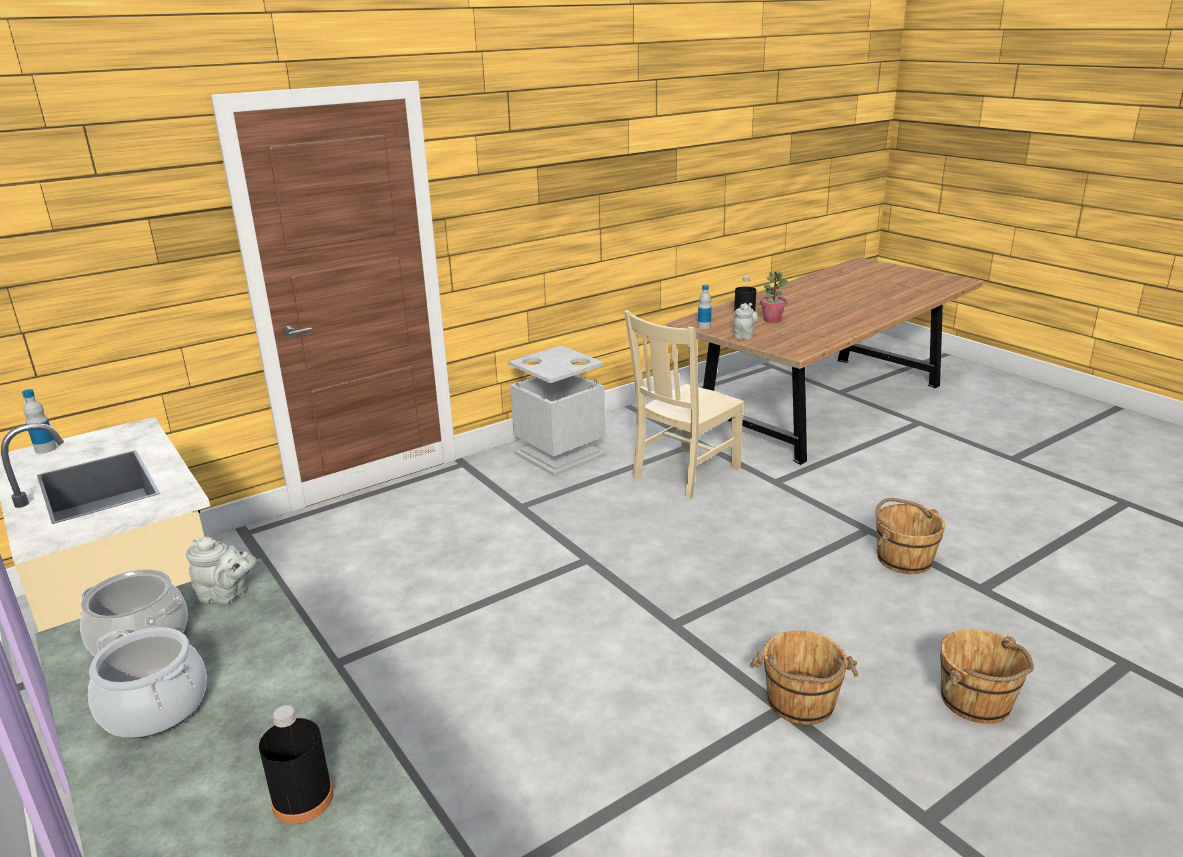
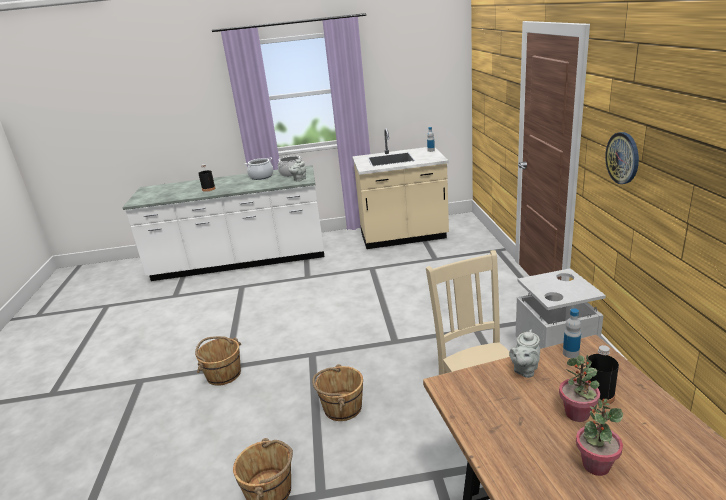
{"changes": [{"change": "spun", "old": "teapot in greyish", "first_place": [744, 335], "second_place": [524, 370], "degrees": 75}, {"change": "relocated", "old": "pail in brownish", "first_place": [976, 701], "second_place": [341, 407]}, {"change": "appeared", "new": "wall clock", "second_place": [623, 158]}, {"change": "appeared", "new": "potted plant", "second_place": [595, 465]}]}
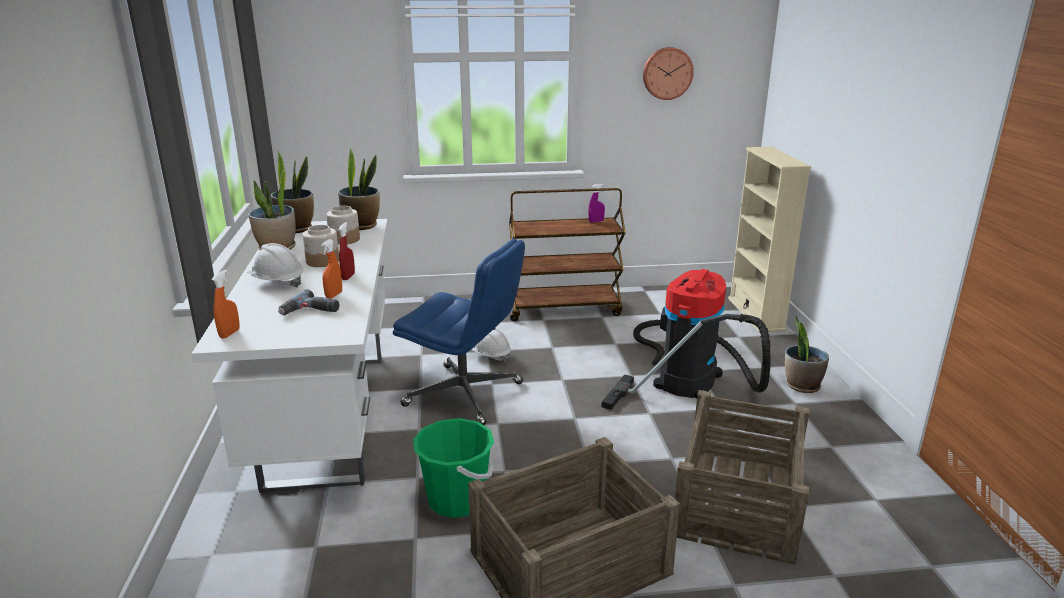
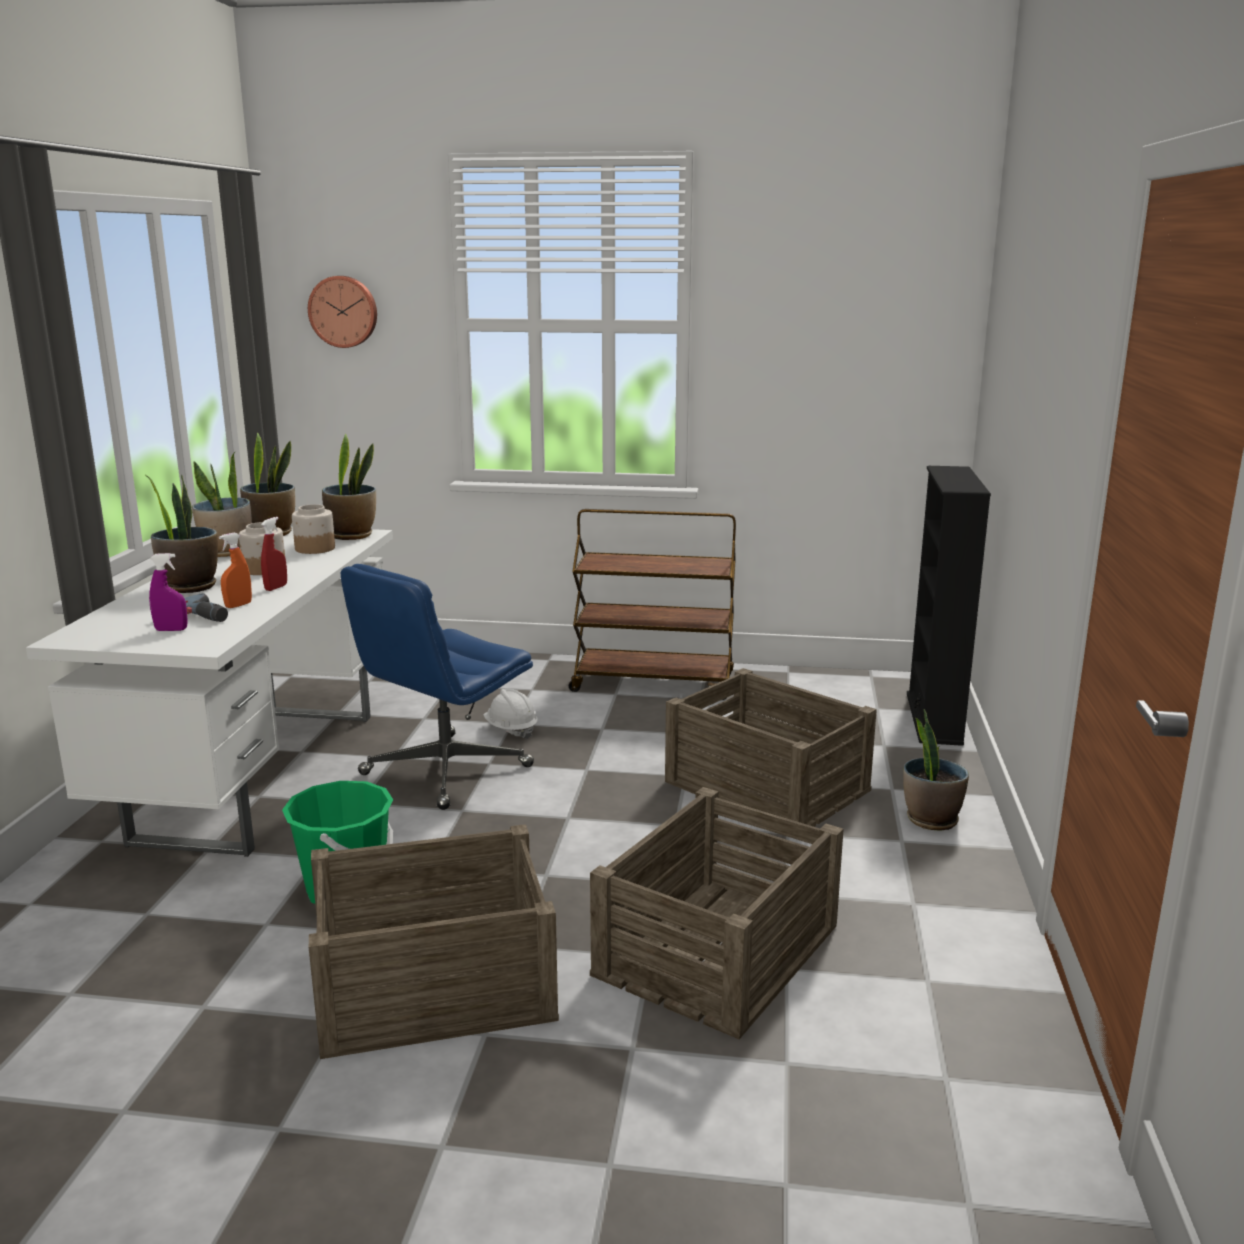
{"changes": [{"change": "relocated", "old": "wall clock", "first_place": [667, 73], "second_place": [344, 311]}, {"change": "colour", "old": "bookcase in beige-coloured", "new": "bookcase in blackish", "first_place": [755, 314], "second_place": [934, 718]}, {"change": "relocated", "old": "sprayer in purple-coloured", "first_place": [596, 221], "second_place": [171, 630]}, {"change": "spun", "old": "computer chair in bluish", "first_place": [465, 394], "second_place": [445, 771], "degrees": 90}, {"change": "exchanged", "old": "hard hat in whitish", "new": "potted plant", "first_place": [277, 282], "second_place": [190, 587]}, {"change": "exchanged", "old": "vacuum", "new": "packing crate", "first_place": [688, 376], "second_place": [766, 787]}, {"change": "missing", "old": "sprayer in orange-coloured", "first_place": [229, 333]}]}
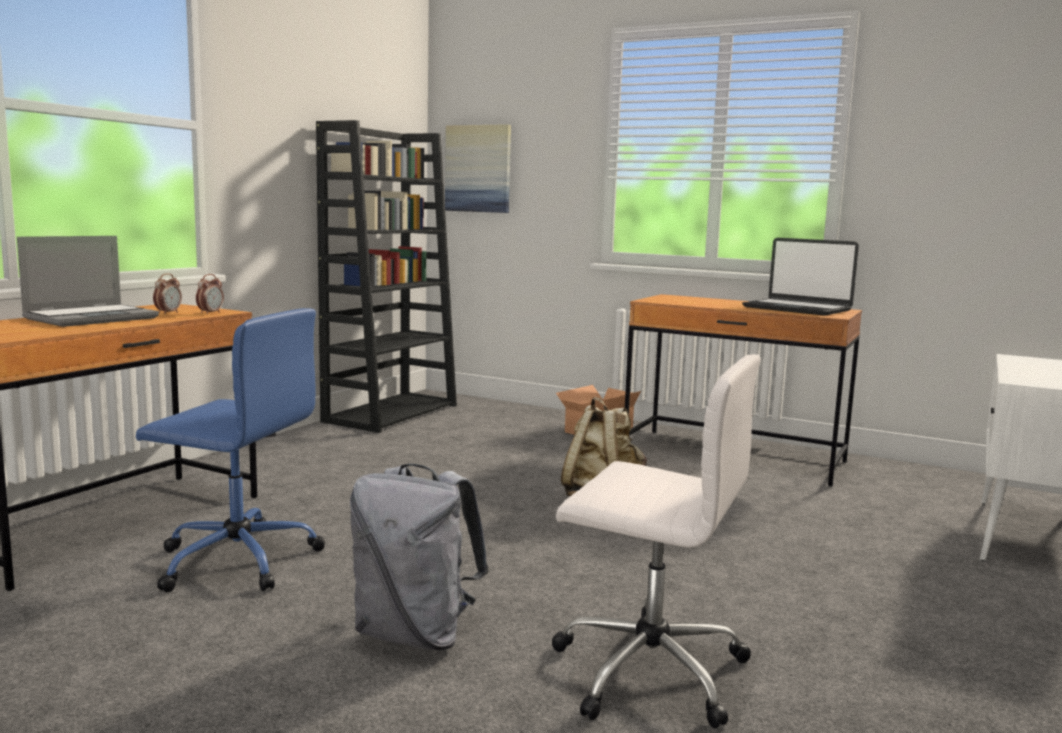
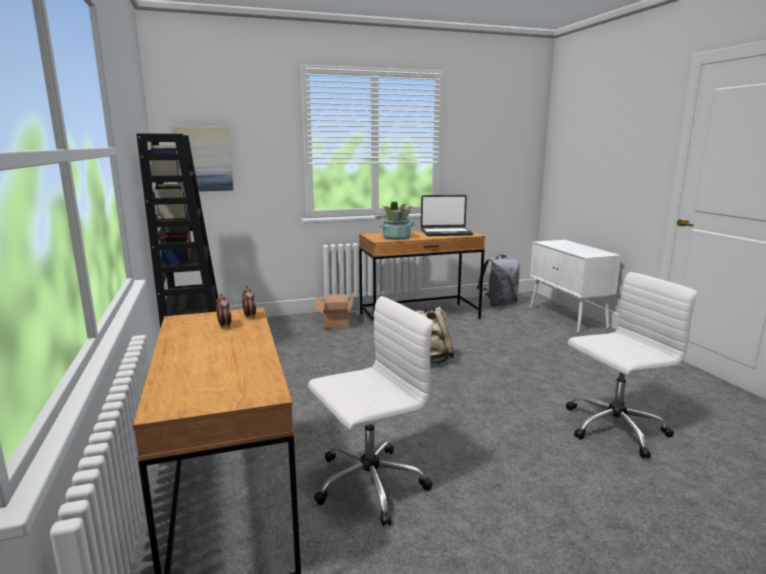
{"changes": [{"change": "missing", "old": "portable computer", "first_place": [92, 318]}, {"change": "colour", "old": "computer chair in bluish", "new": "computer chair in whitish", "first_place": [235, 559], "second_place": [367, 484]}, {"change": "relocated", "old": "rucksack in greyish", "first_place": [415, 634], "second_place": [499, 304]}, {"change": "appeared", "new": "potted plant", "second_place": [396, 237]}]}
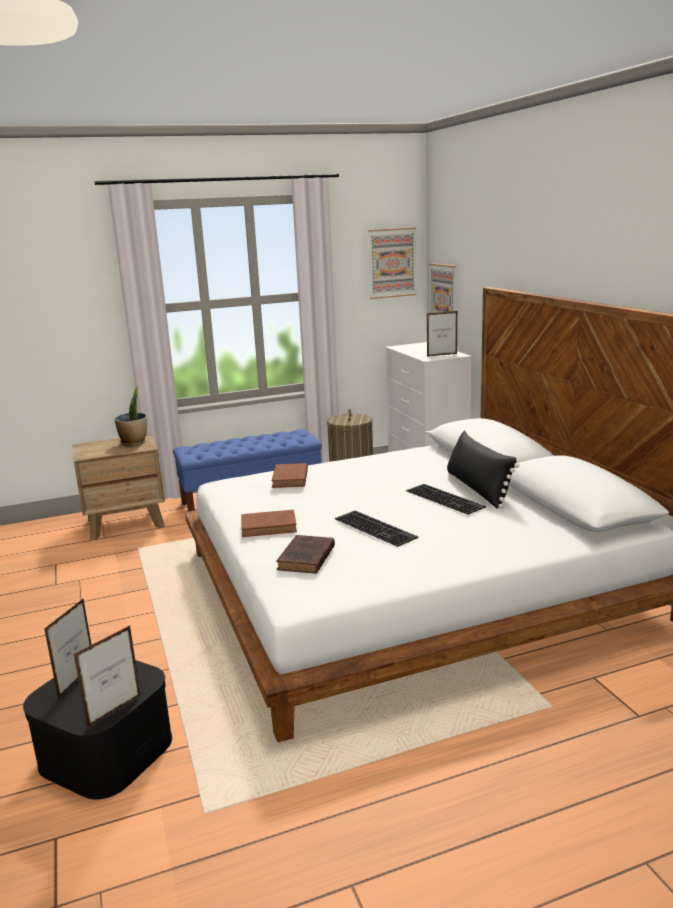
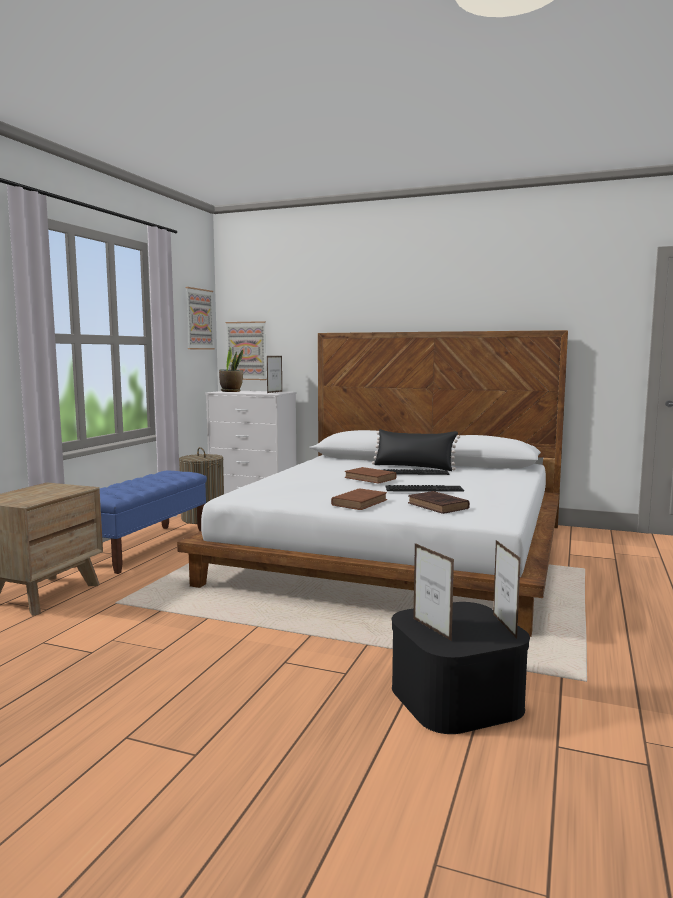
{"changes": [{"change": "relocated", "old": "potted plant", "first_place": [134, 442], "second_place": [231, 391]}, {"change": "relocated", "old": "volume in brownish", "first_place": [290, 479], "second_place": [371, 478]}]}
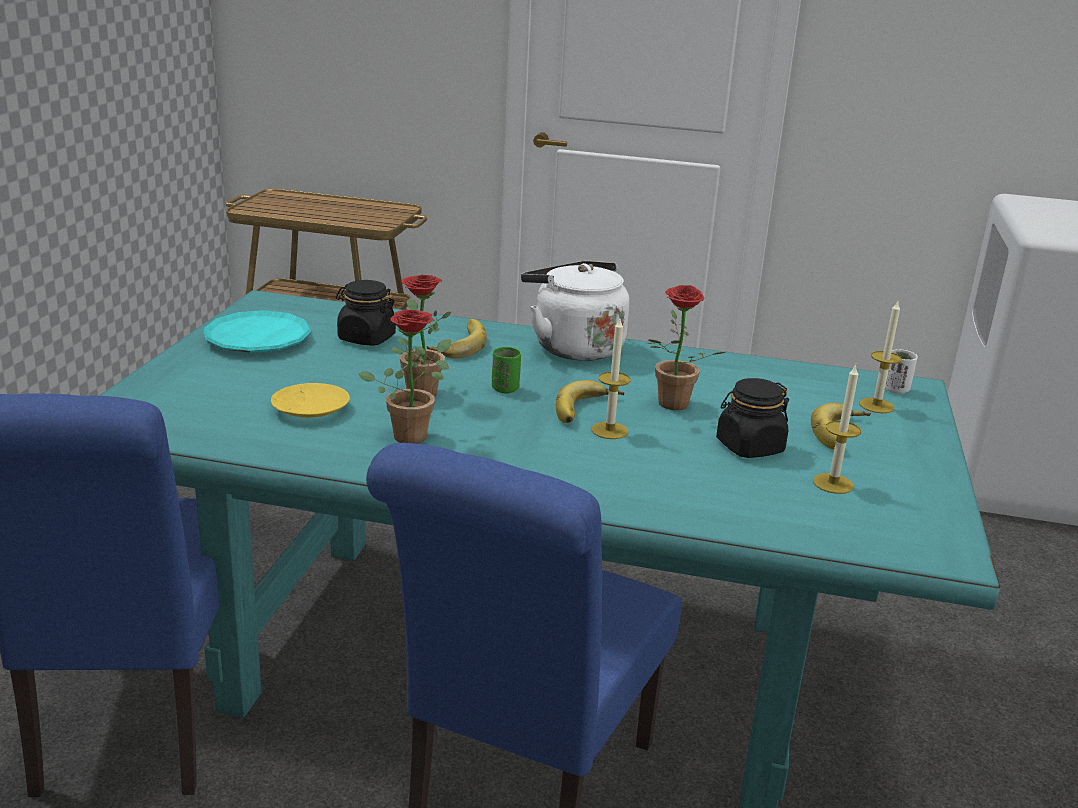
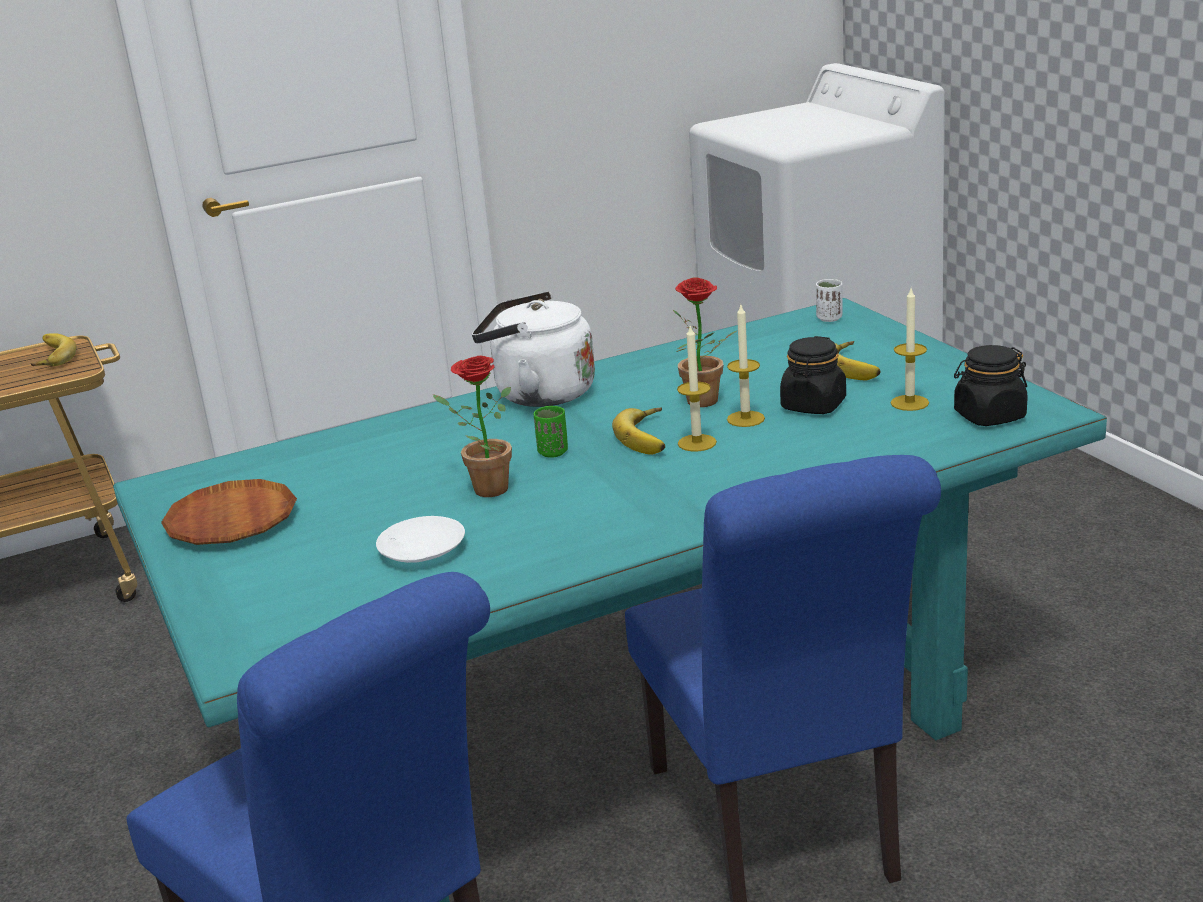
{"changes": [{"change": "relocated", "old": "preserve jar in blackish", "first_place": [366, 338], "second_place": [989, 416]}, {"change": "relocated", "old": "wax light", "first_place": [876, 405], "second_place": [745, 419]}, {"change": "missing", "old": "potted plant", "first_place": [413, 434]}, {"change": "colour", "old": "plate in blue-green", "new": "plate in brownish", "first_place": [258, 339], "second_place": [232, 521]}, {"change": "relocated", "old": "banana fruit", "first_place": [457, 344], "second_place": [49, 356]}, {"change": "colour", "old": "plate in yellow", "new": "plate in whitish", "first_place": [309, 409], "second_place": [421, 550]}]}
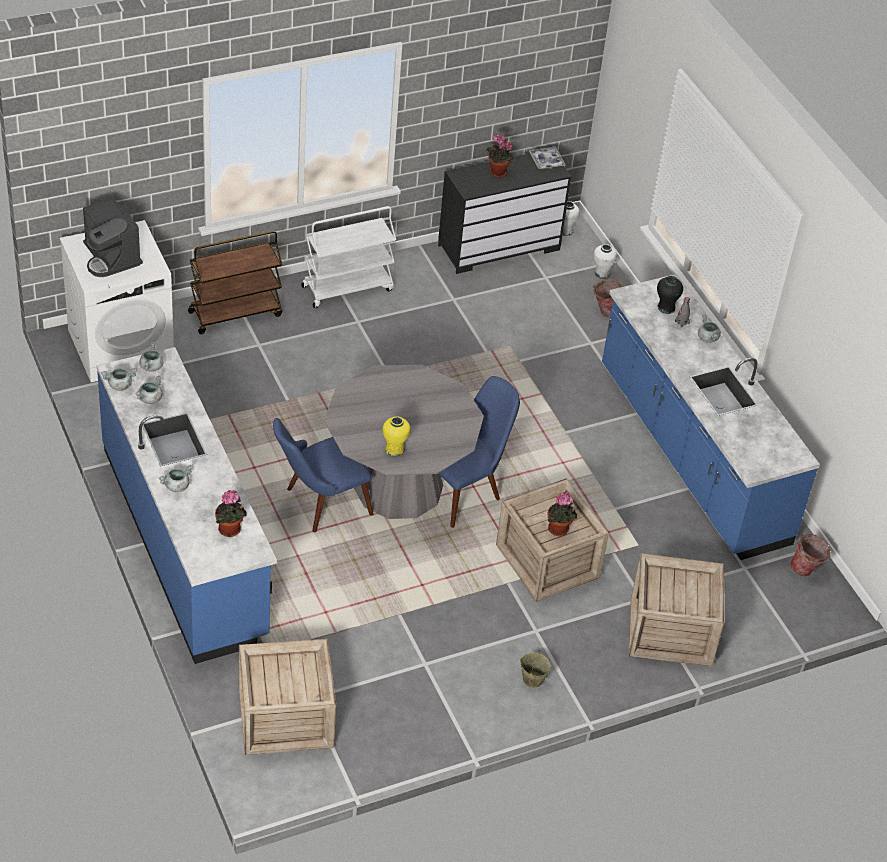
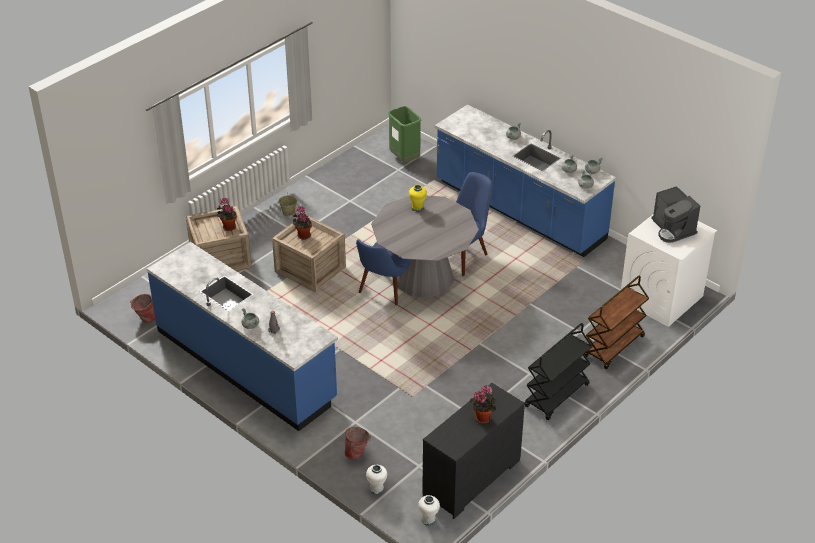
{"changes": [{"change": "missing", "old": "serving tray", "first_place": [546, 161]}, {"change": "spun", "old": "coffee machine", "first_place": [111, 257], "second_place": [673, 229], "degrees": -150}, {"change": "colour", "old": "cart in whitish", "new": "cart in blackish", "first_place": [348, 288], "second_place": [557, 396]}, {"change": "missing", "old": "flower vase in blackish", "first_place": [666, 308]}, {"change": "relocated", "old": "potted plant", "first_place": [230, 530], "second_place": [228, 226]}, {"change": "exchanged", "old": "packing crate", "new": "trash can in green-coloured", "first_place": [284, 717], "second_place": [404, 159]}]}
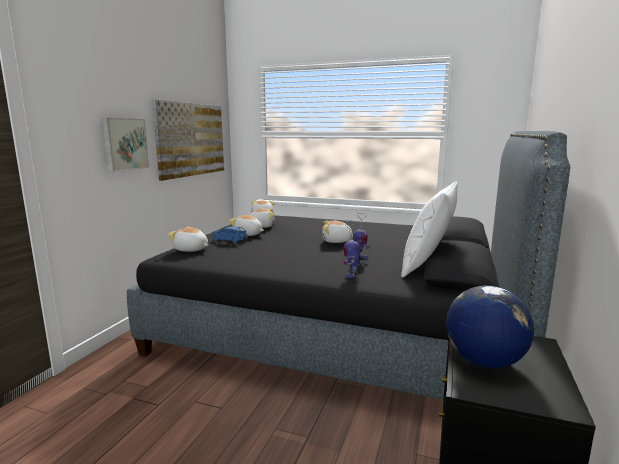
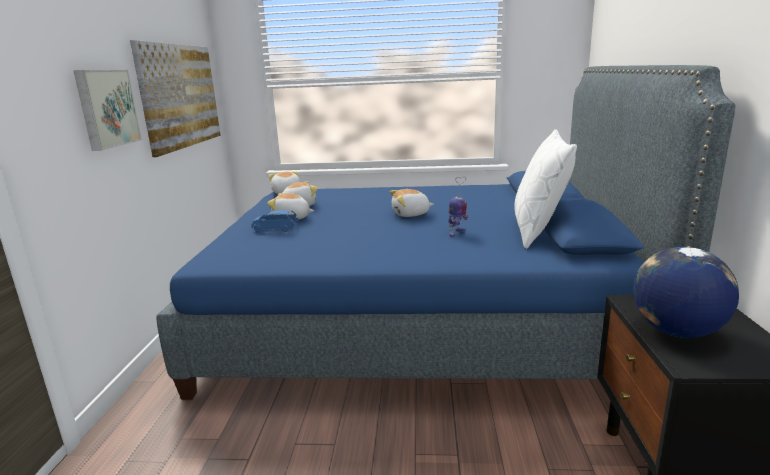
{"changes": [{"change": "colour", "old": "bed in blackish", "new": "bed in bluish", "first_place": [340, 328], "second_place": [420, 318]}, {"change": "missing", "old": "toy robot", "first_place": [351, 274]}, {"change": "missing", "old": "cuddly toy", "first_place": [191, 250]}]}
